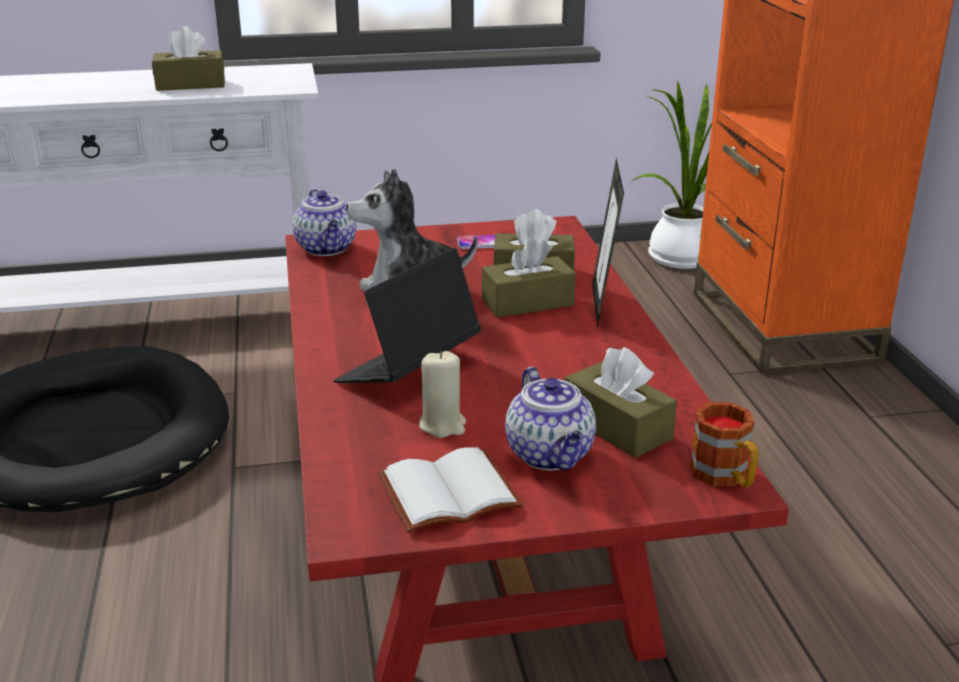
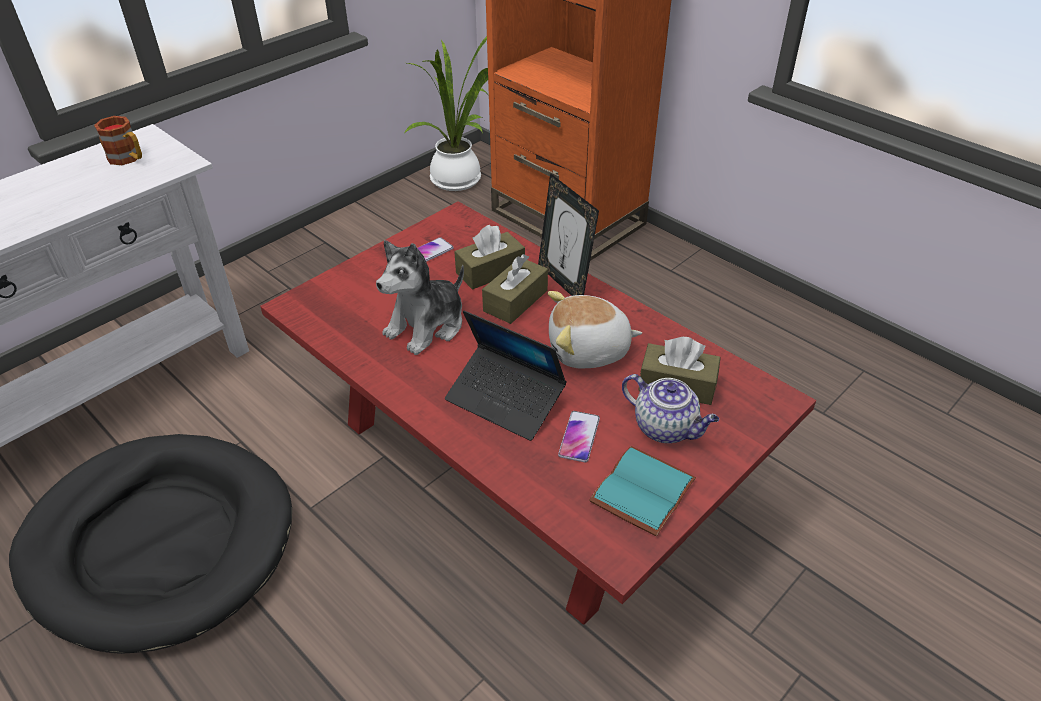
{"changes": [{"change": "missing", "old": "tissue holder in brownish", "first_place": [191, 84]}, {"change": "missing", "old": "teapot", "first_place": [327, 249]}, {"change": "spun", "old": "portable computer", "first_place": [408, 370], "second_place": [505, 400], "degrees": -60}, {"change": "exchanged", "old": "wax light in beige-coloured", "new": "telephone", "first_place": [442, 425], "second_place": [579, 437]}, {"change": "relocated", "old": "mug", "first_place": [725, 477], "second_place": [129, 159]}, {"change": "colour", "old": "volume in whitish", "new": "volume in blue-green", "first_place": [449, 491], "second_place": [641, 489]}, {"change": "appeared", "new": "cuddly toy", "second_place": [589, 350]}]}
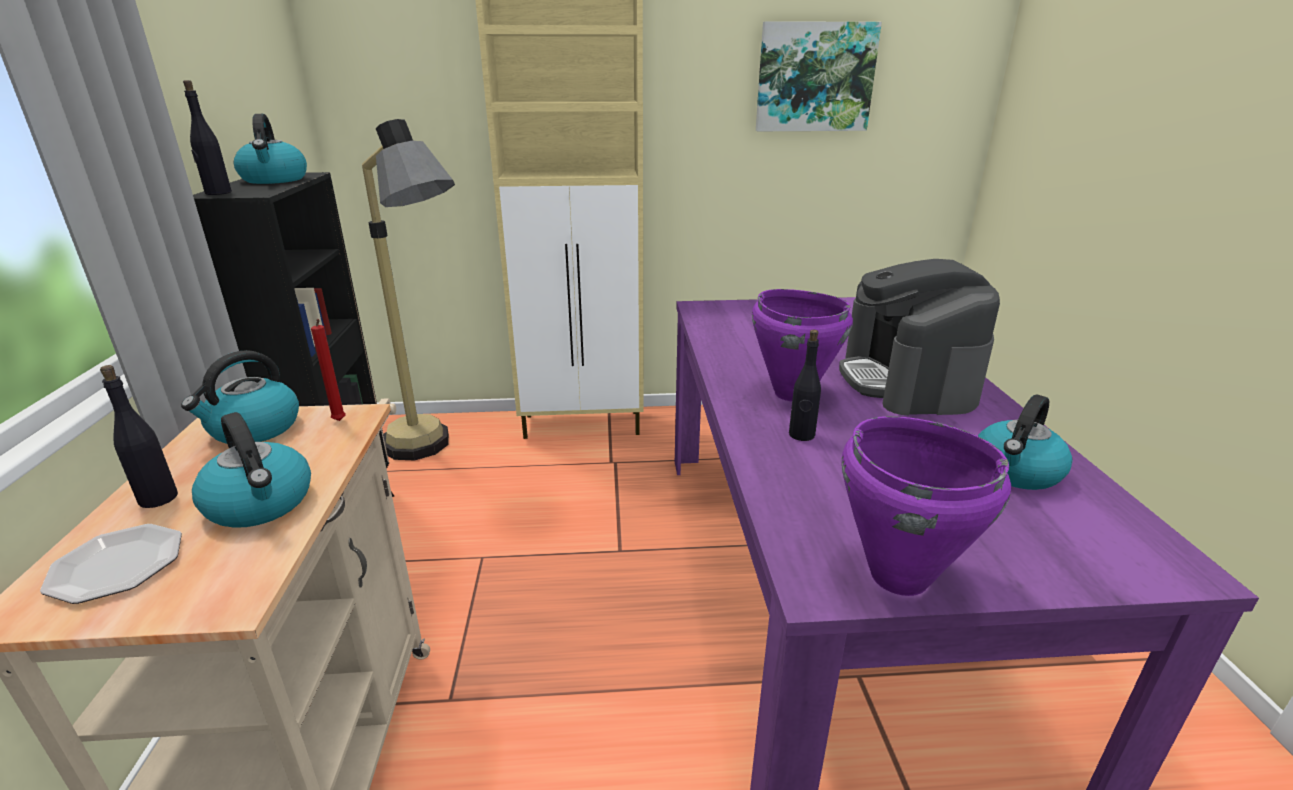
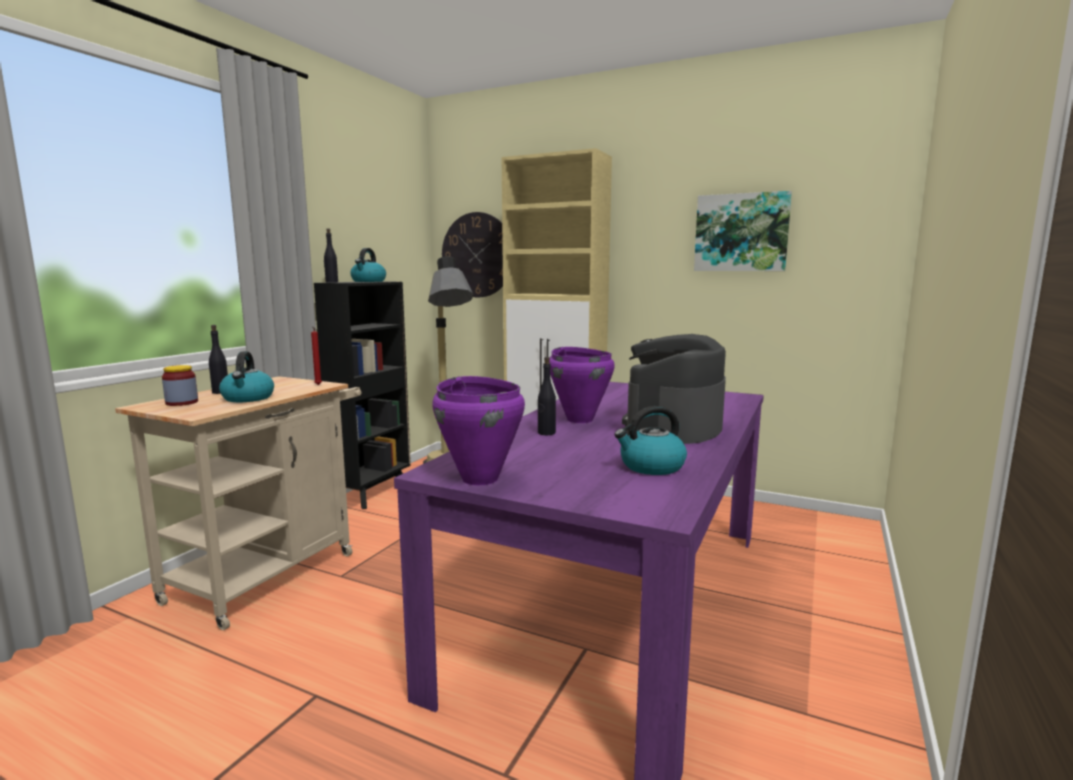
{"changes": [{"change": "missing", "old": "tea kettle", "first_place": [254, 429]}, {"change": "exchanged", "old": "plate", "new": "preserve jar", "first_place": [118, 566], "second_place": [182, 402]}, {"change": "appeared", "new": "wall clock", "second_place": [477, 255]}]}
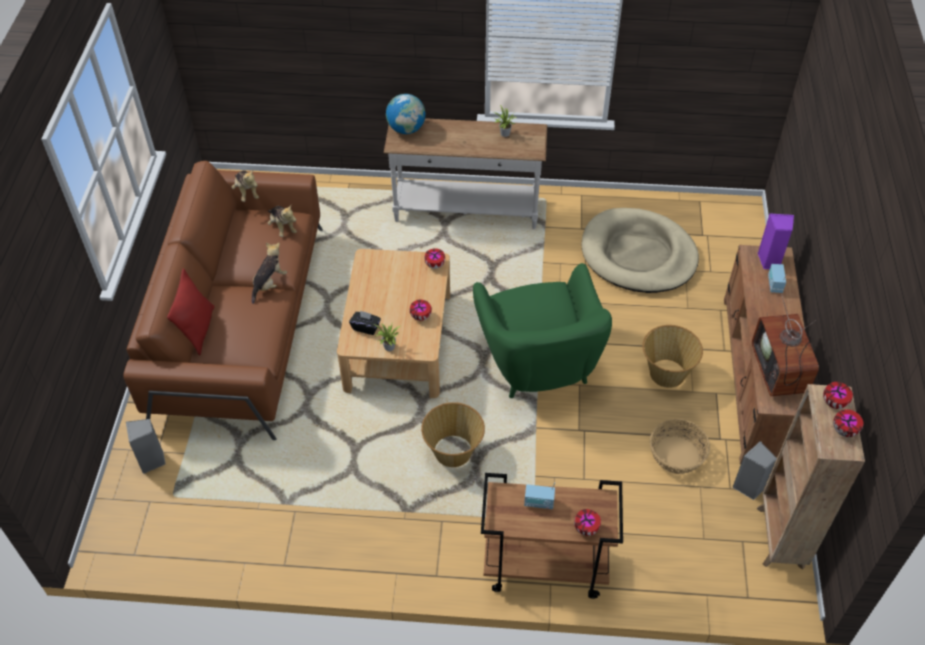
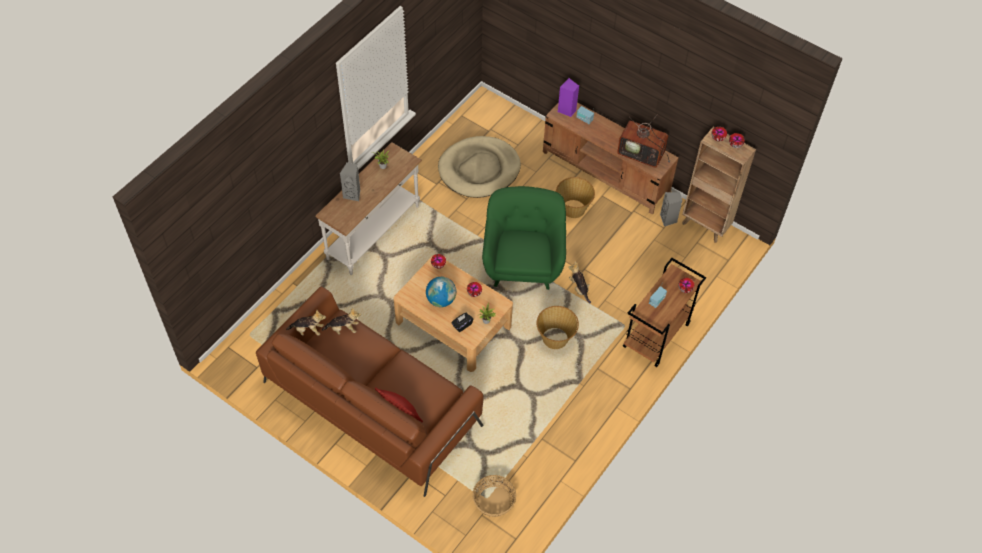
{"changes": [{"change": "relocated", "old": "world globe", "first_place": [406, 129], "second_place": [441, 300]}, {"change": "relocated", "old": "cuddly toy", "first_place": [269, 284], "second_place": [579, 288]}, {"change": "spun", "old": "lounge chair in green-coloured", "first_place": [538, 363], "second_place": [523, 263], "degrees": -105}, {"change": "relocated", "old": "speaker in greyish", "first_place": [152, 461], "second_place": [353, 194]}, {"change": "relocated", "old": "storage basket", "first_place": [676, 454], "second_place": [493, 501]}]}
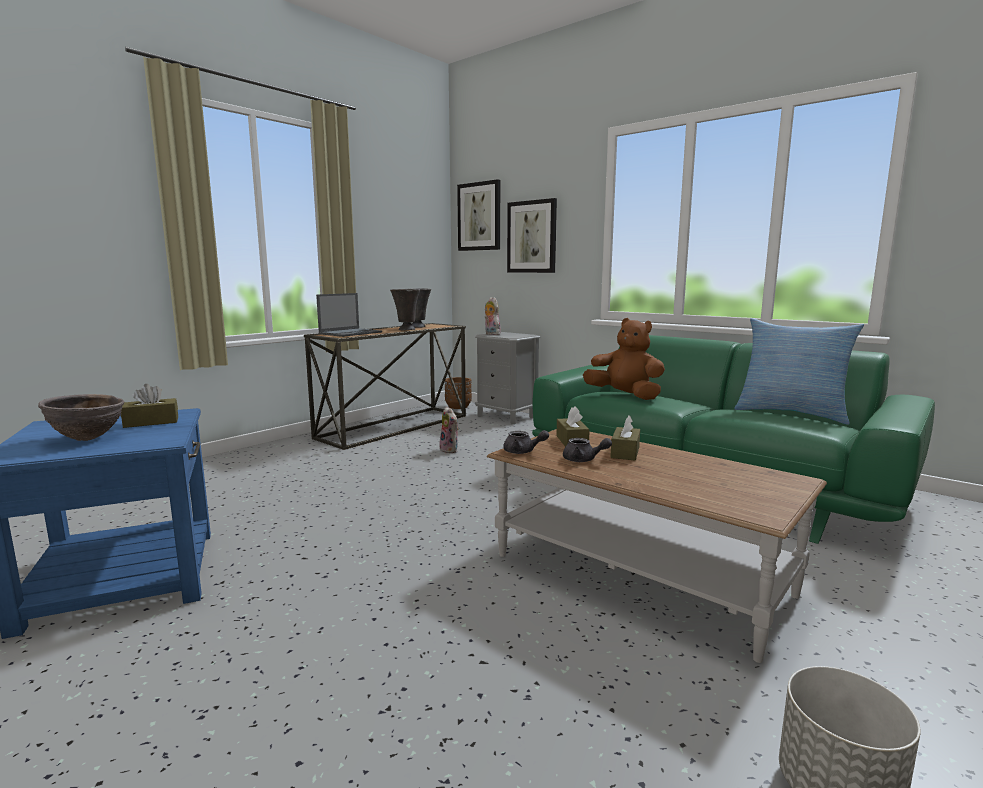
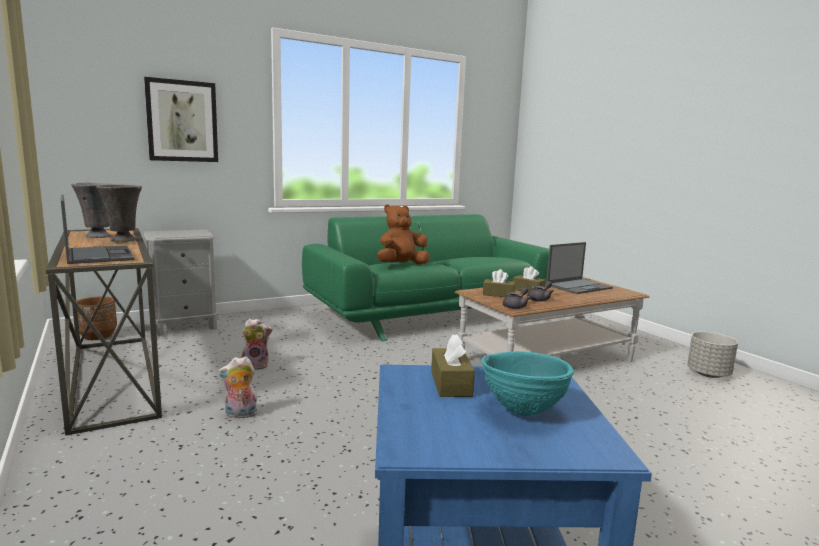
{"changes": [{"change": "missing", "old": "wall picture", "first_place": [479, 216]}, {"change": "relocated", "old": "cuddly toy", "first_place": [491, 334], "second_place": [240, 415]}, {"change": "missing", "old": "cushion", "first_place": [791, 413]}, {"change": "colour", "old": "deep dish in brownish", "new": "deep dish in blue-green", "first_place": [88, 439], "second_place": [523, 411]}, {"change": "appeared", "new": "portable computer", "second_place": [579, 286]}]}
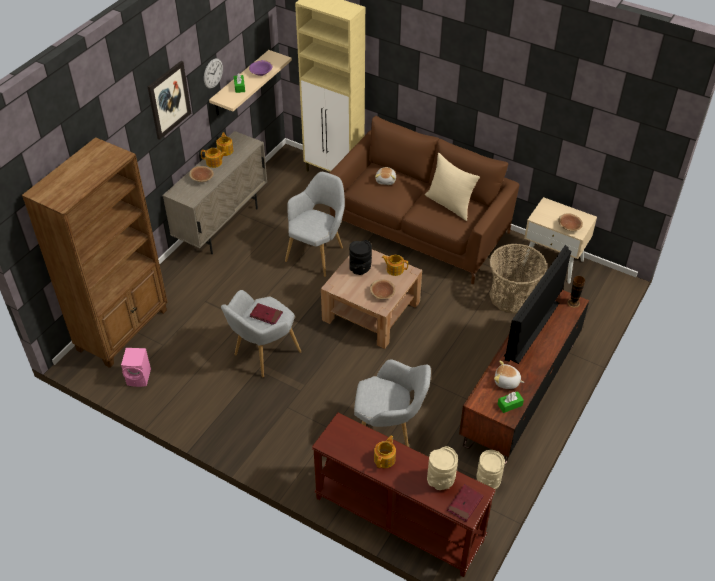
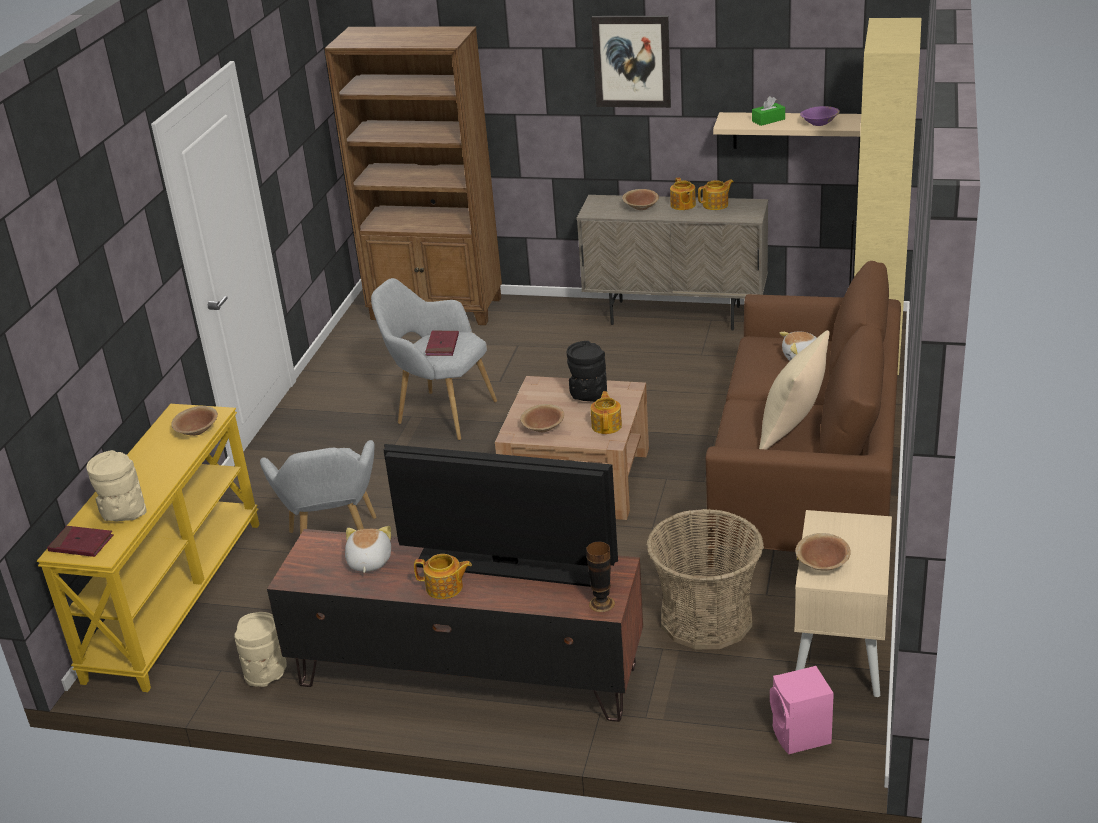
{"changes": [{"change": "missing", "old": "wall clock", "first_place": [213, 73]}, {"change": "missing", "old": "lounge chair in greyish", "first_place": [318, 253]}, {"change": "relocated", "old": "speaker in pink-coloured", "first_place": [140, 377], "second_place": [801, 736]}, {"change": "missing", "old": "tissue holder in green-coloured", "first_place": [509, 405]}, {"change": "colour", "old": "narrow table in brownish", "new": "narrow table in yellow", "first_place": [397, 520], "second_place": [174, 598]}, {"change": "relocated", "old": "teapot", "first_place": [385, 458], "second_place": [445, 588]}, {"change": "appeared", "new": "deep dish in brownish", "second_place": [197, 430]}]}
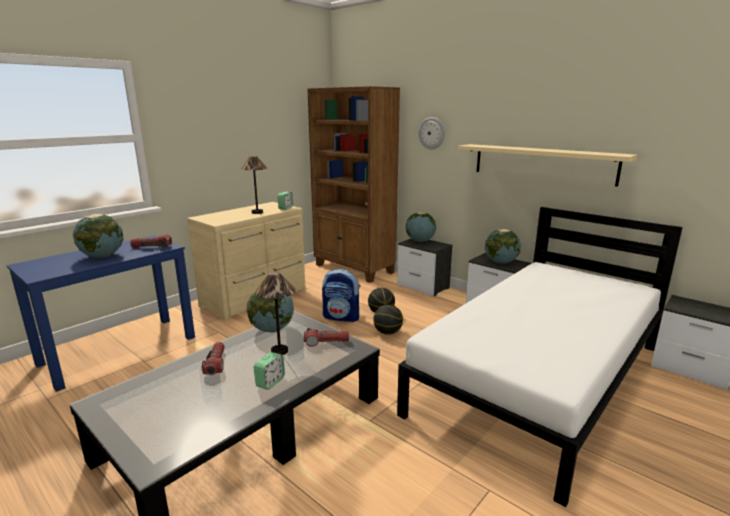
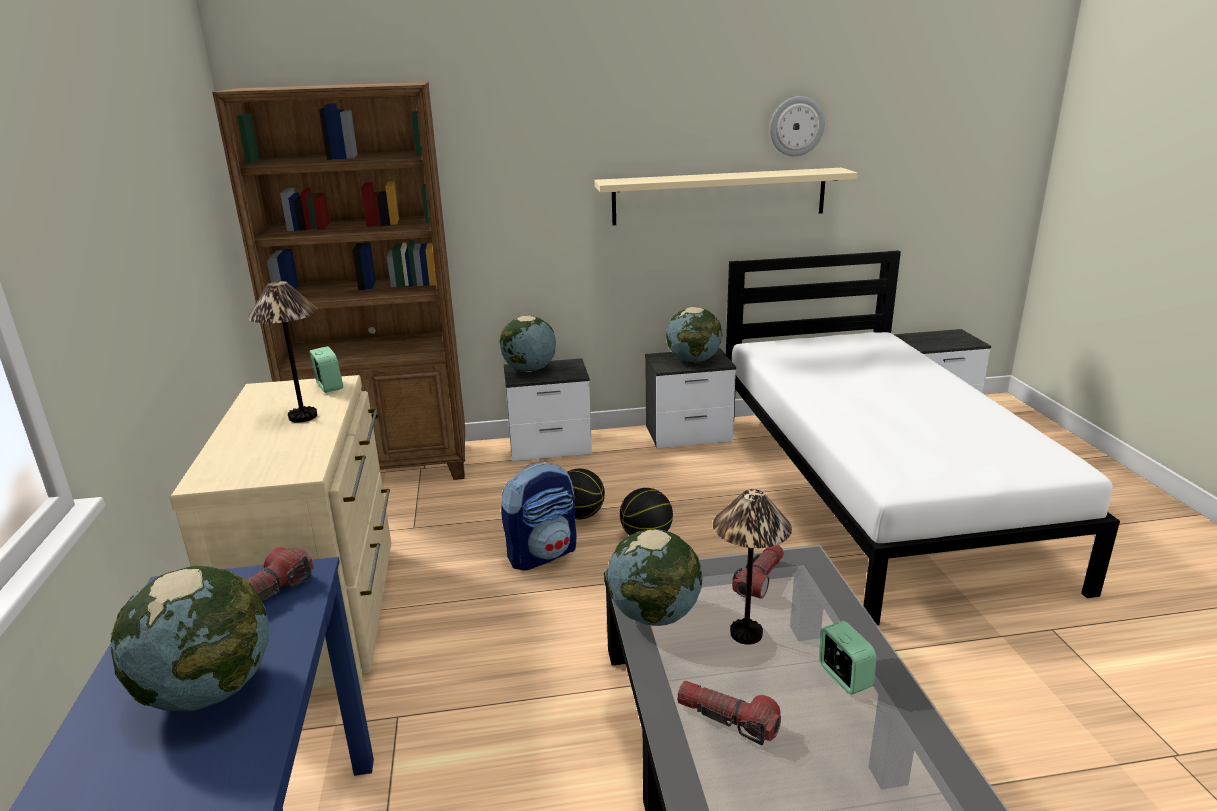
{"changes": [{"change": "relocated", "old": "wall clock", "first_place": [432, 133], "second_place": [796, 126]}]}
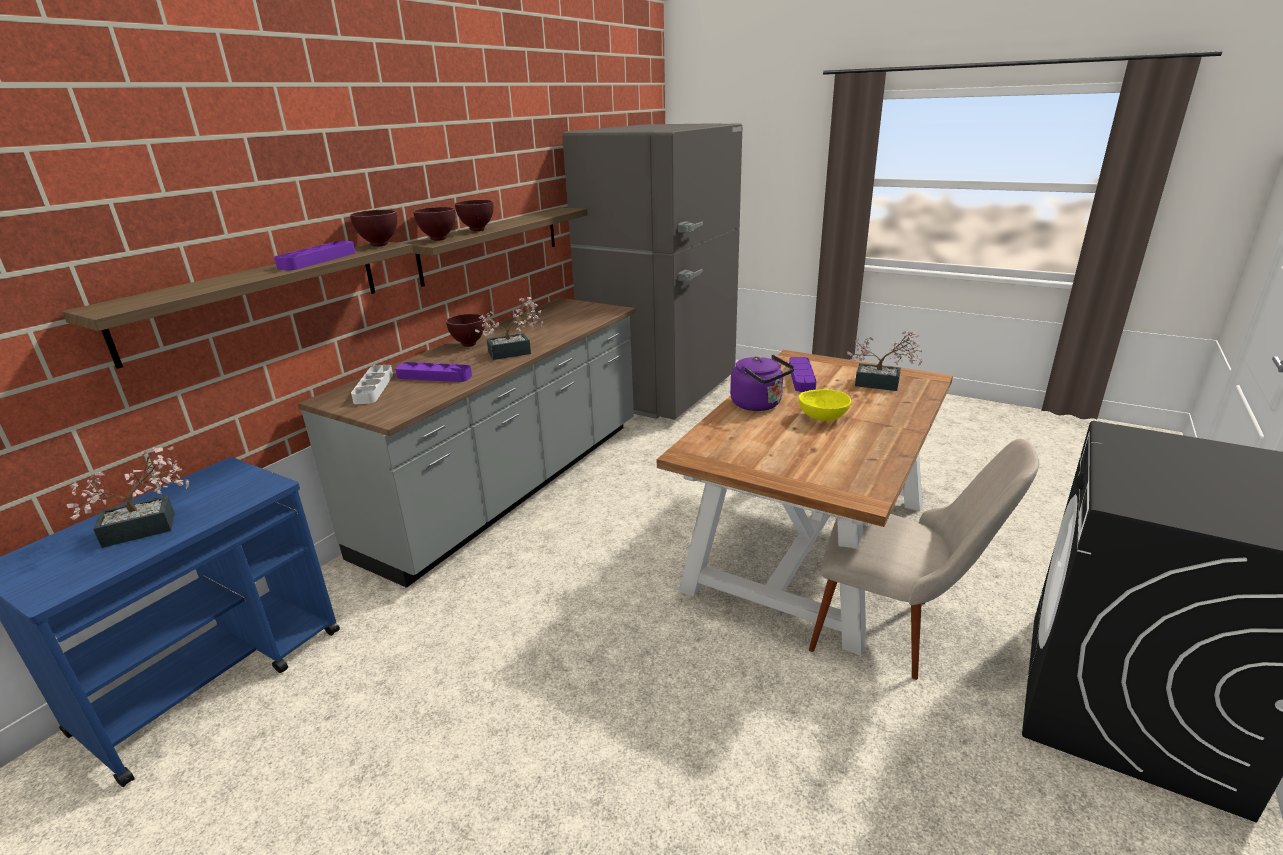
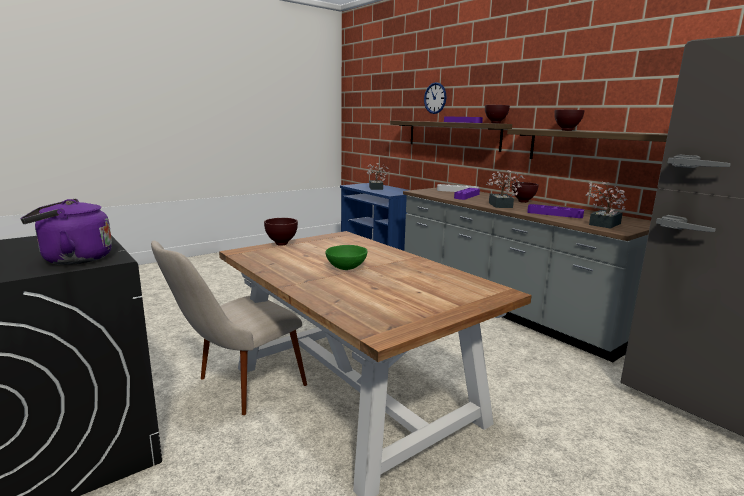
{"changes": [{"change": "relocated", "old": "deep dish in brownish", "first_place": [439, 239], "second_place": [281, 244]}, {"change": "relocated", "old": "potted plant", "first_place": [882, 384], "second_place": [603, 225]}, {"change": "relocated", "old": "tea kettle in purple-coloured", "first_place": [759, 405], "second_place": [73, 259]}, {"change": "relocated", "old": "serving tray in purple-coloured", "first_place": [801, 378], "second_place": [554, 214]}, {"change": "colour", "old": "deep dish in yellow", "new": "deep dish in green-coloured", "first_place": [822, 417], "second_place": [346, 268]}, {"change": "appeared", "new": "wall clock", "second_place": [435, 98]}]}
